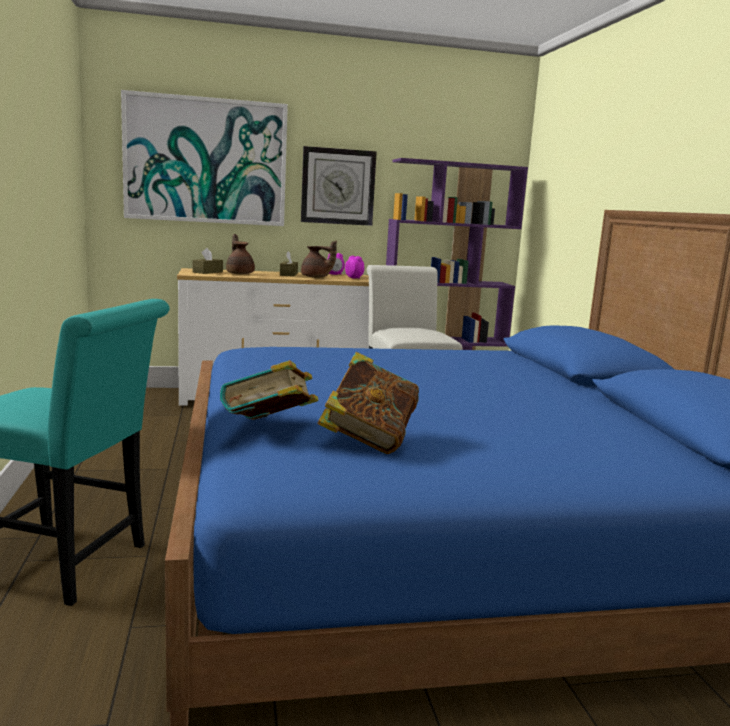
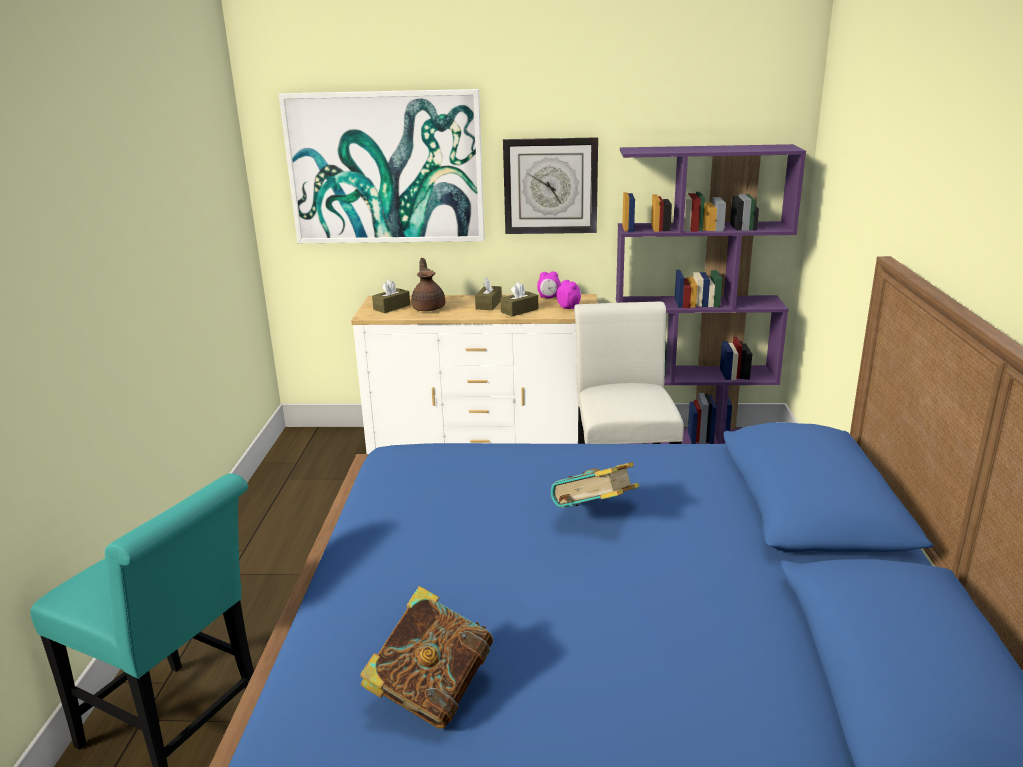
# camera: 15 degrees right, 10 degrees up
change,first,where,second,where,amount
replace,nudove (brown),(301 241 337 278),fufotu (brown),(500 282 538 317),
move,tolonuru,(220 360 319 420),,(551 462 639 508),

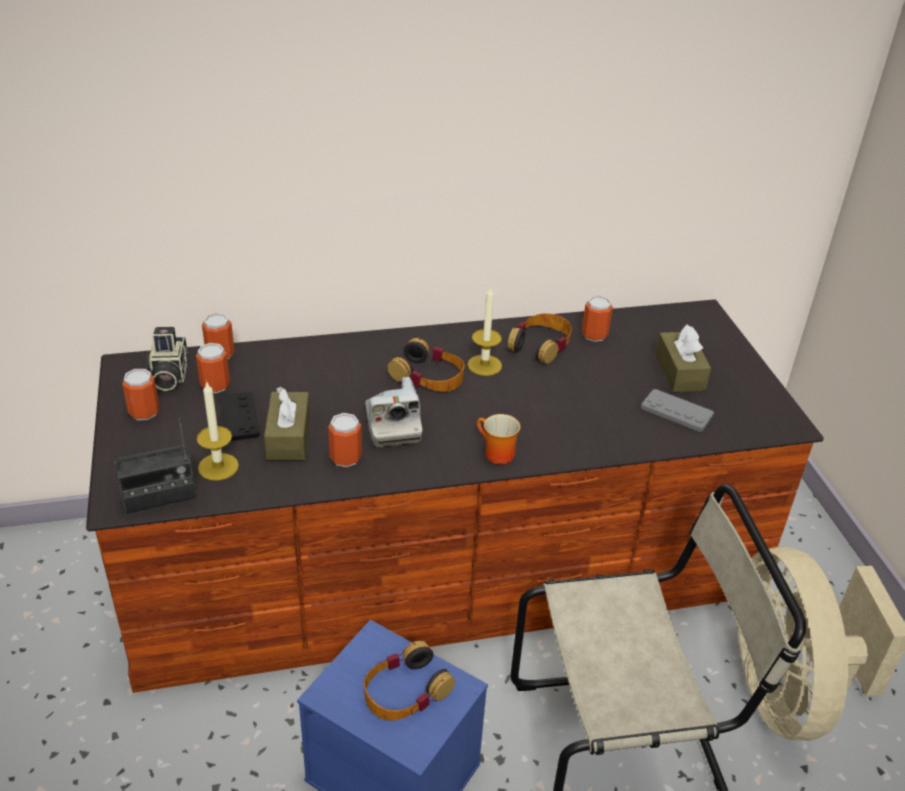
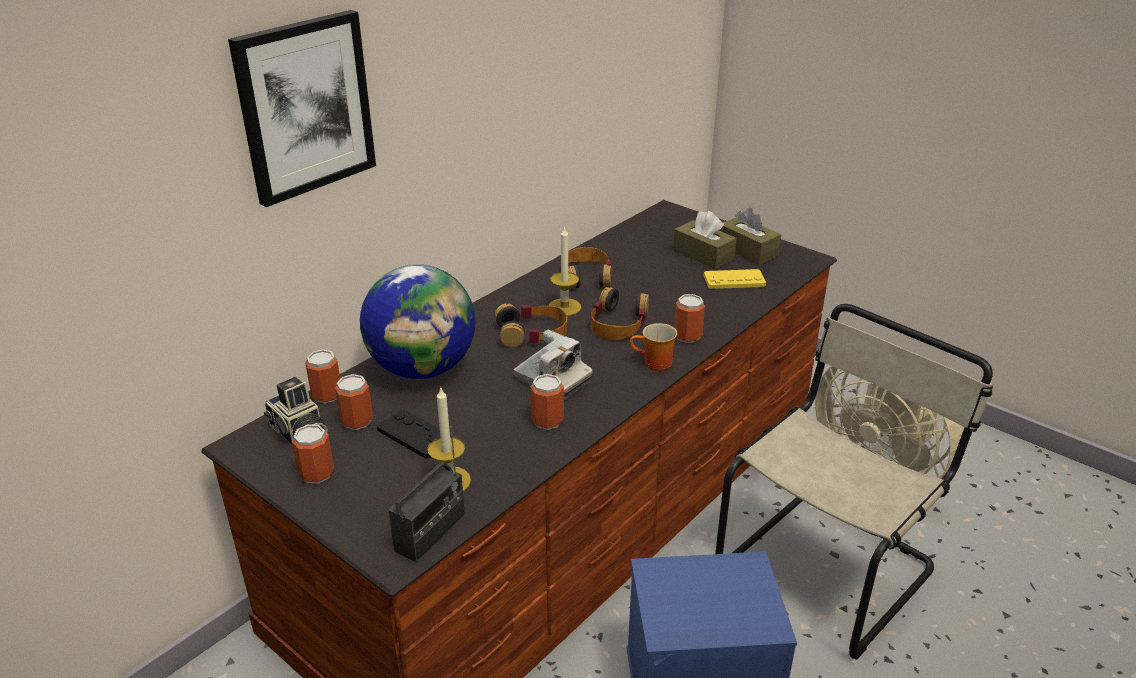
# camera: 35 degrees left, 5 degrees down
change,first,where,second,where,amount
move,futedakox,(582 295 613 342),,(674 294 705 343),
move,fufotu (brown),(264 387 310 460),,(719 208 781 265),
recolor,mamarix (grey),(641 389 714 432),mamarix (yellow),(703 269 766 289),
move,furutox,(364 641 455 720),,(591 287 649 340),
insert,,,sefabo,(228 10 376 207),
insert,,,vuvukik,(360 265 476 379),

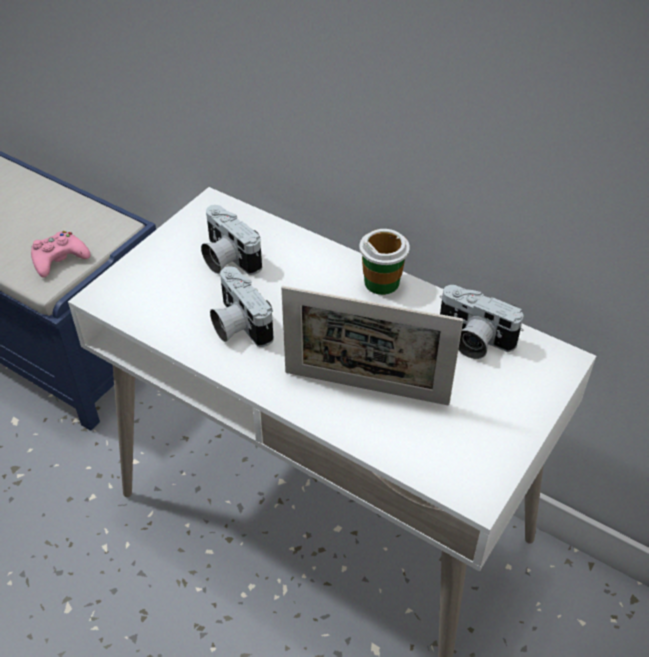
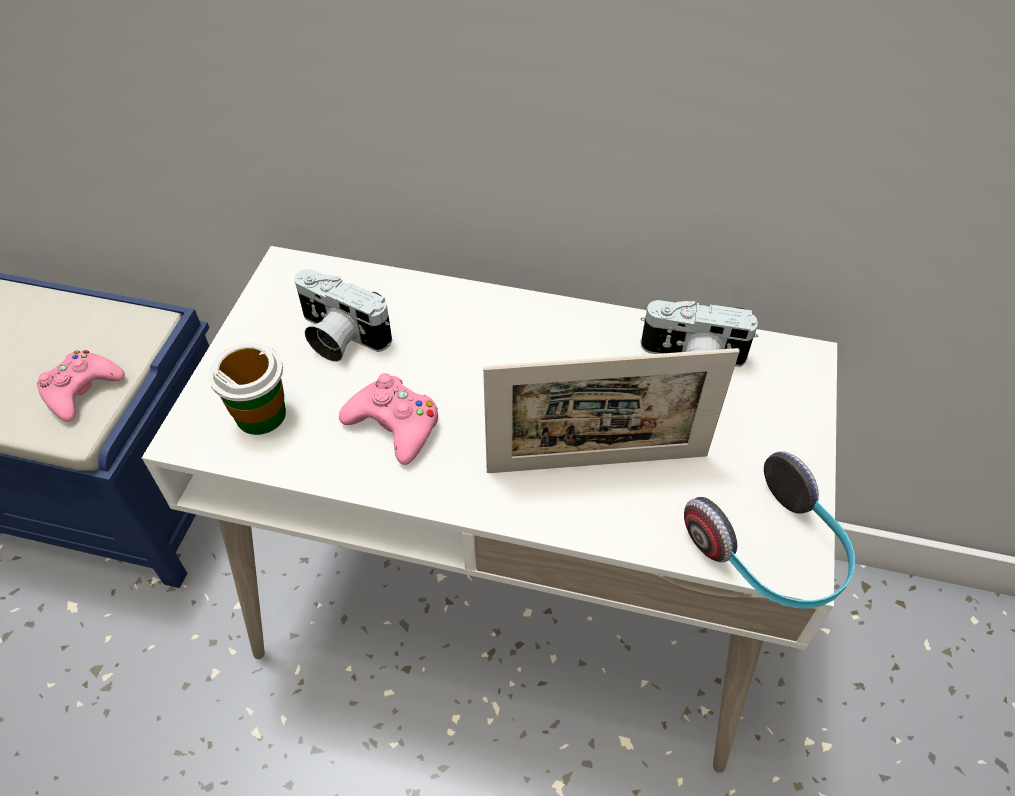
# camera: 20 degrees left, 5 degrees up
change,first,where,second,where,amount
move,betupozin,(359 229 410 295),,(208 343 286 435),
replace,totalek,(210 266 274 347),mamarix (pink),(339 373 438 465),
insert,,,furutox,(684 451 855 609),

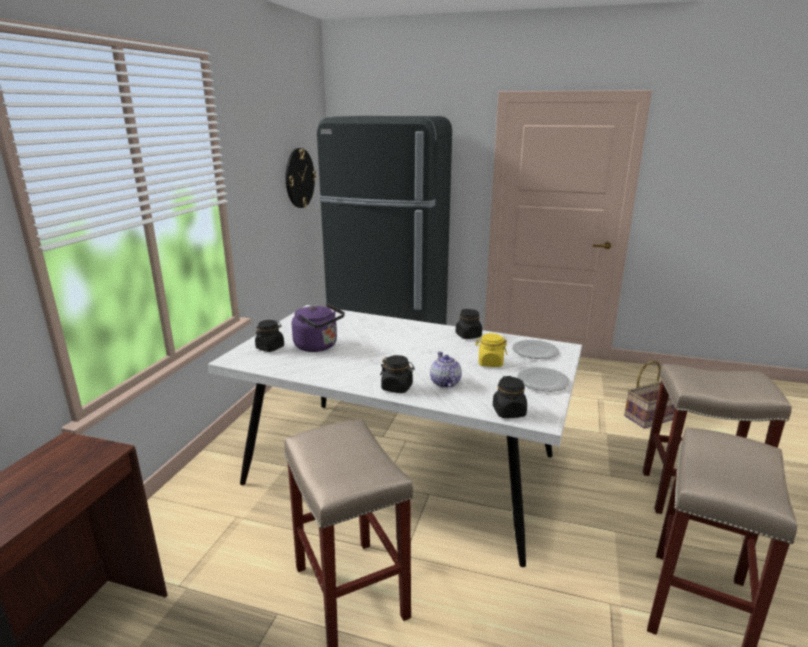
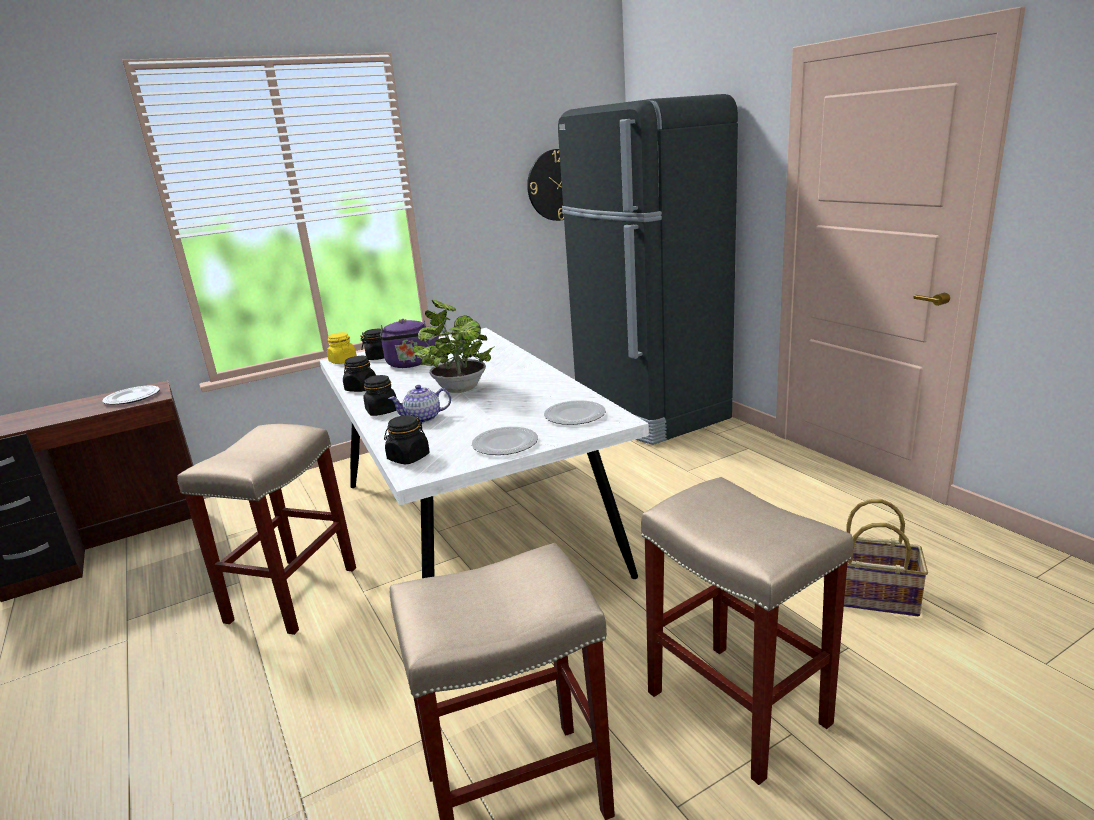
# camera: 45 degrees right, 0 degrees up
change,first,where,second,where,amount
move,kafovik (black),(456 309 482 339),,(343 356 376 392),
move,kafovik (yellow),(475 333 507 367),,(327 332 357 364),
rotate,nudove,(430 352 462 388),,(388 385 451 423),135 degrees counterclockwise
insert,,,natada,(412 300 495 393),
insert,,,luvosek,(102 385 160 405),

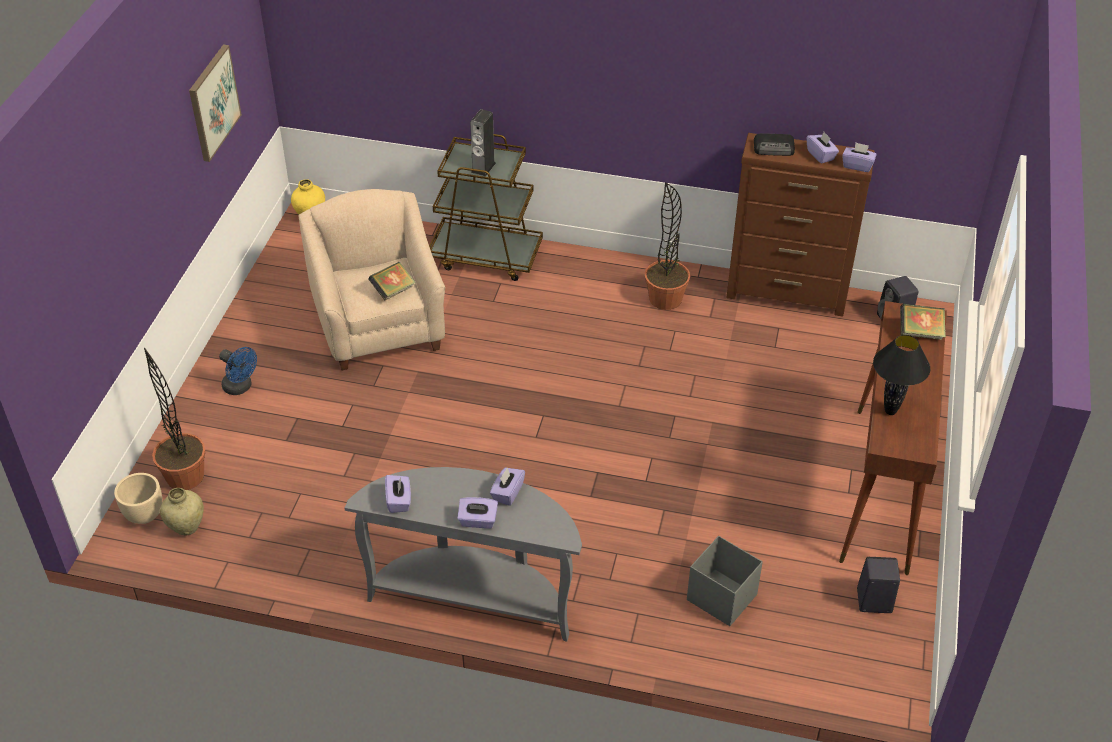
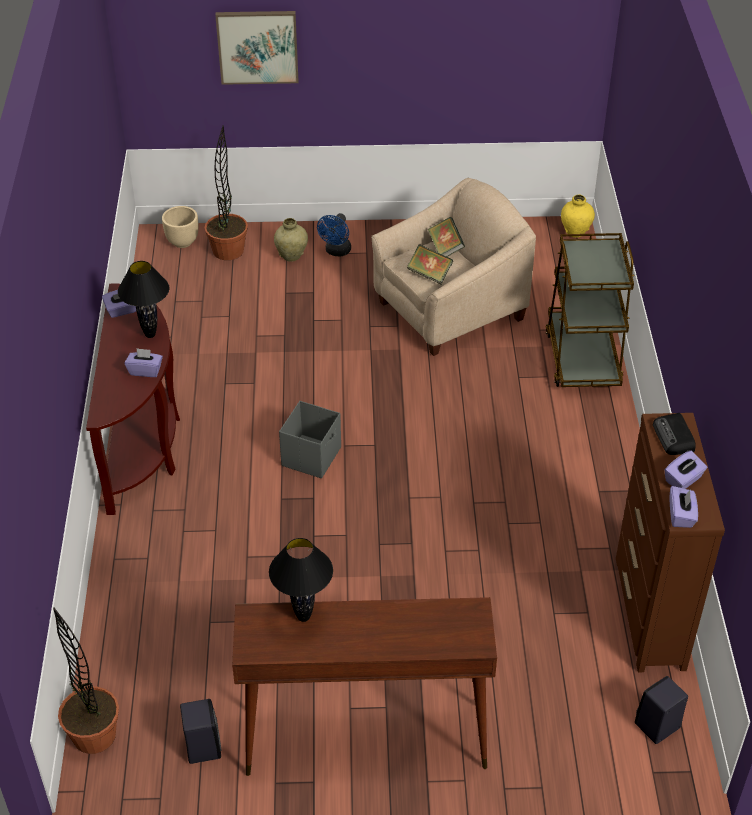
# camera: 75 degrees right, 0 degrees up
change,first,where,second,where,amount
move,sefabo,(189 44 242 162),,(215 11 298 85),
delete,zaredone,(470 109 496 177),,,
move,natada,(645 182 690 310),,(53 608 119 754),
move,tolonuru,(900 304 946 340),,(428 217 465 257),
recolor,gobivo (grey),(344 467 582 642),gobivo (brown),(86 283 180 515),
move,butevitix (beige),(160 488 204 536),,(274 218 308 262),
delete,fufotu (purple),(457 497 498 529),,,
move,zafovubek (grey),(687 536 763 626),,(279 401 341 479),
insert,,,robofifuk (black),(118 261 169 338),

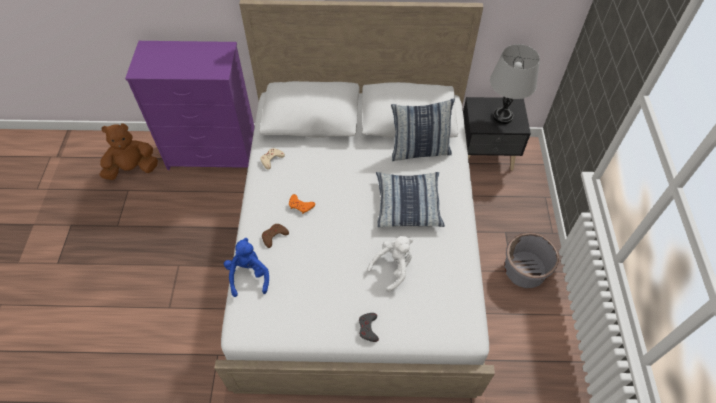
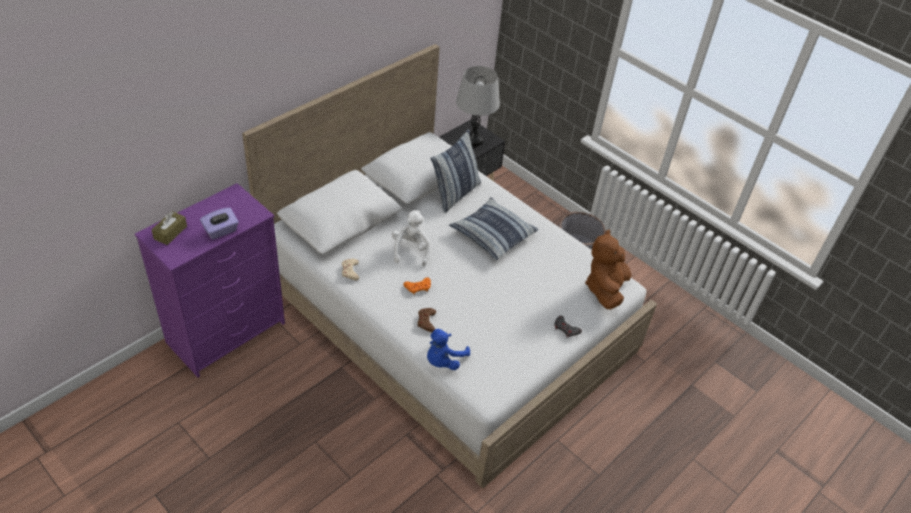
# camera: 50 degrees left, 10 degrees down
change,first,where,second,where,amount
move,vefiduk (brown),(99 123 158 180),,(585 229 631 309),
move,vefiduk (white),(367 236 413 292),,(392 210 431 266),
rotate,vefiduk (blue),(224 238 269 297),,(427 329 470 370),90 degrees counterclockwise
insert,,,fufotu (purple),(200 208 239 239),
insert,,,fufotu (brown),(151 211 187 245),

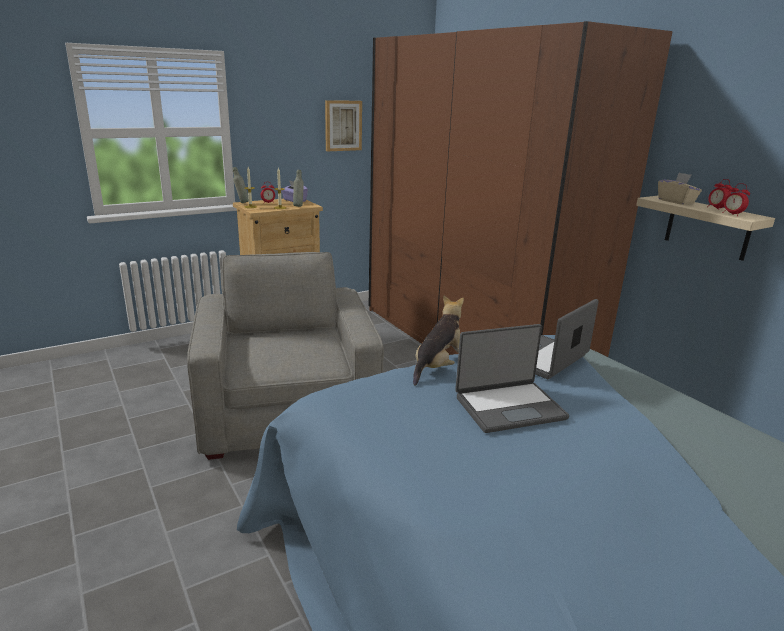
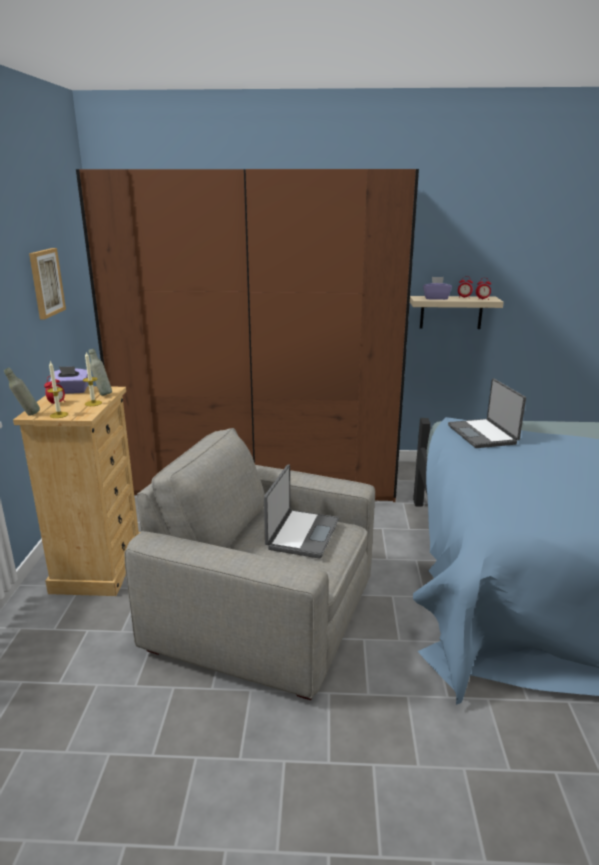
# camera: 55 degrees left, 0 degrees up
change,first,where,second,where,amount
recolor,fufotu (beige),(658 173 702 205),fufotu (purple),(423 277 452 300),
delete,vefiduk,(413 295 464 386),,,
move,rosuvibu,(455 324 569 433),,(264 465 339 558),

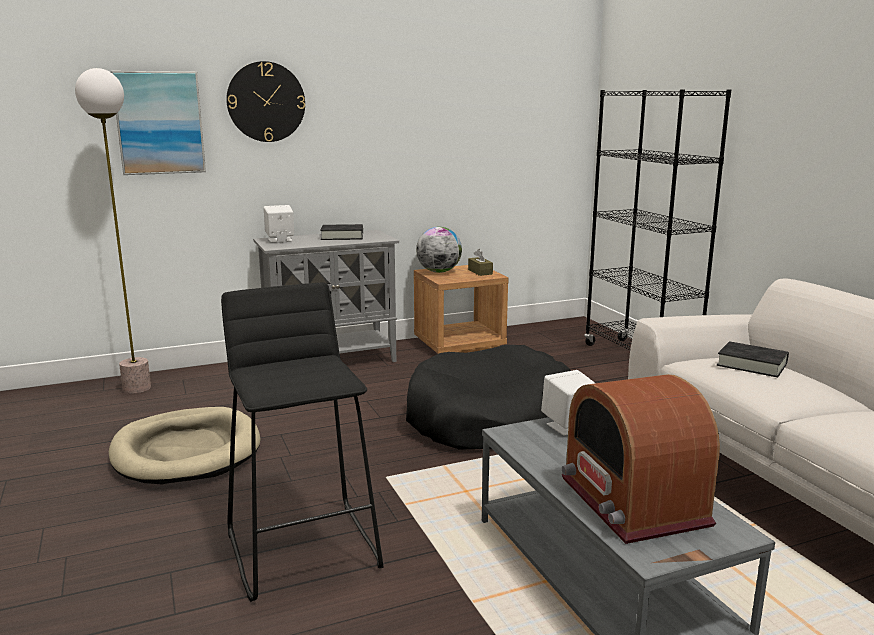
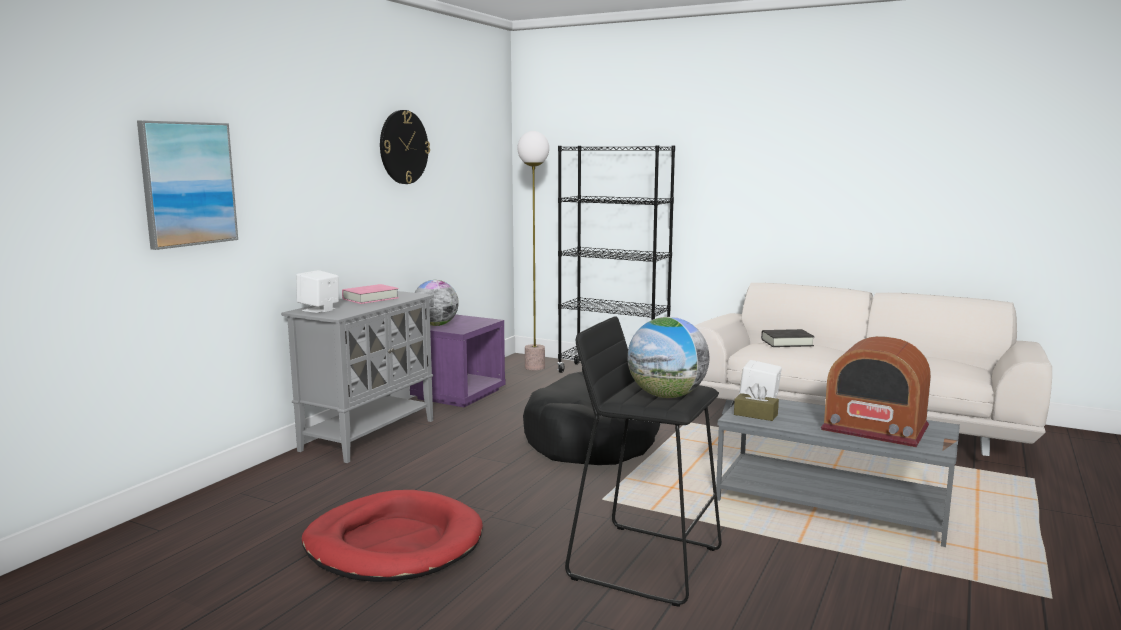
# camera: 40 degrees left, 5 degrees down
change,first,where,second,where,amount
move,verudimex,(226 61 305 142),,(380 110 430 184),
move,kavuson,(75 68 151 394),,(517 131 549 370),
recolor,tolonuru (black),(320 224 363 240),tolonuru (pink),(342 284 399 304),
move,fufotu (brown),(468 249 493 276),,(734 383 779 421),
recolor,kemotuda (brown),(414 265 509 354),kemotuda (purple),(410 314 505 407),
recolor,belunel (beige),(109 407 261 484),belunel (red),(302 490 483 582),
insert,,,vuvukik,(627 317 709 398),

